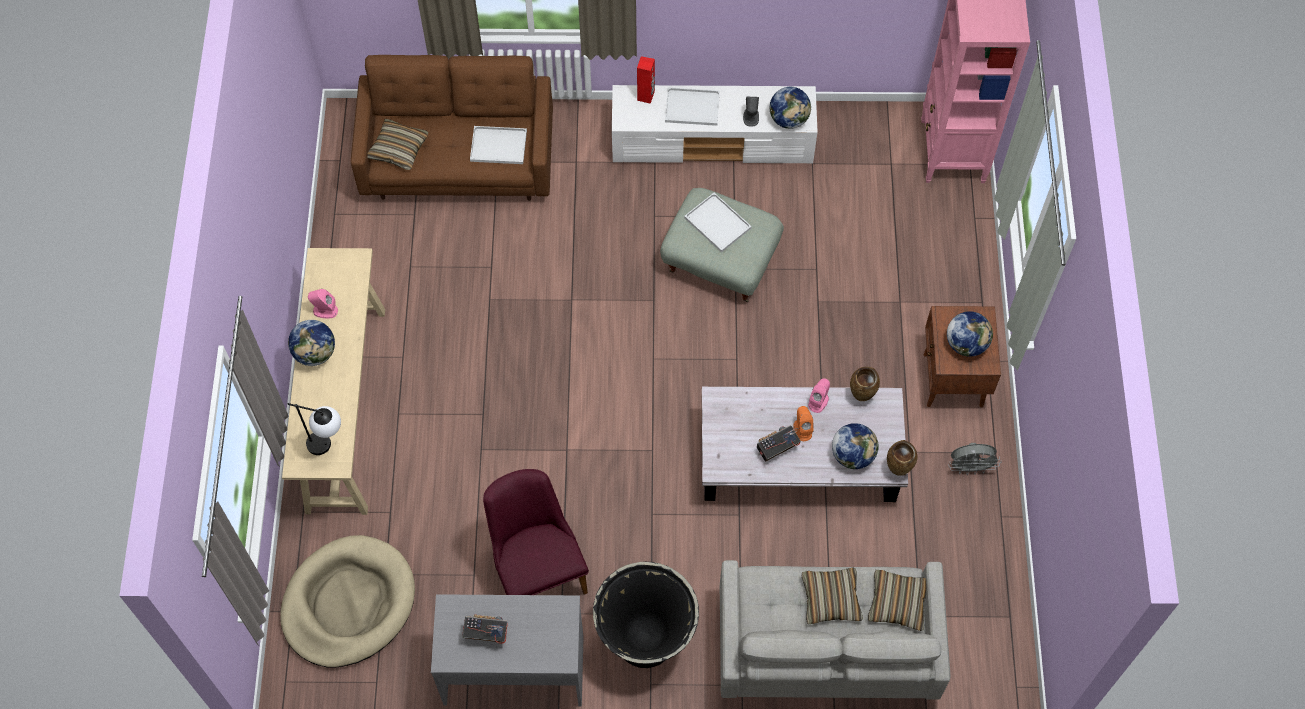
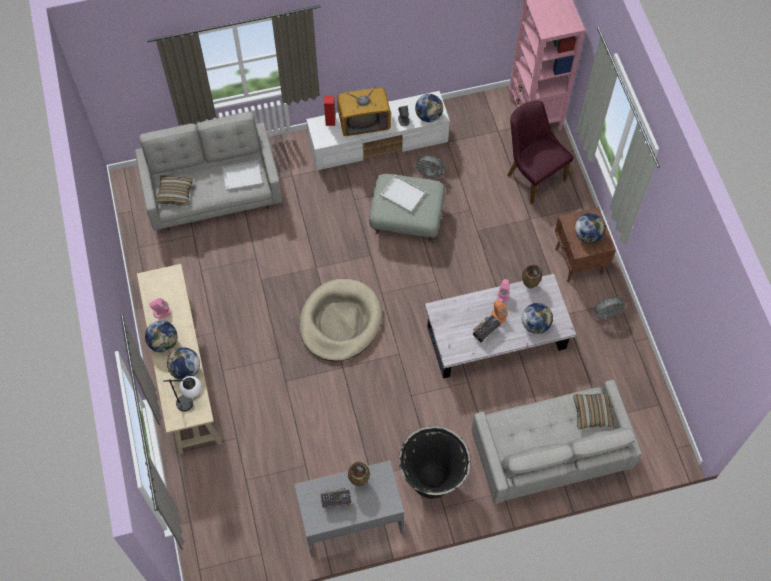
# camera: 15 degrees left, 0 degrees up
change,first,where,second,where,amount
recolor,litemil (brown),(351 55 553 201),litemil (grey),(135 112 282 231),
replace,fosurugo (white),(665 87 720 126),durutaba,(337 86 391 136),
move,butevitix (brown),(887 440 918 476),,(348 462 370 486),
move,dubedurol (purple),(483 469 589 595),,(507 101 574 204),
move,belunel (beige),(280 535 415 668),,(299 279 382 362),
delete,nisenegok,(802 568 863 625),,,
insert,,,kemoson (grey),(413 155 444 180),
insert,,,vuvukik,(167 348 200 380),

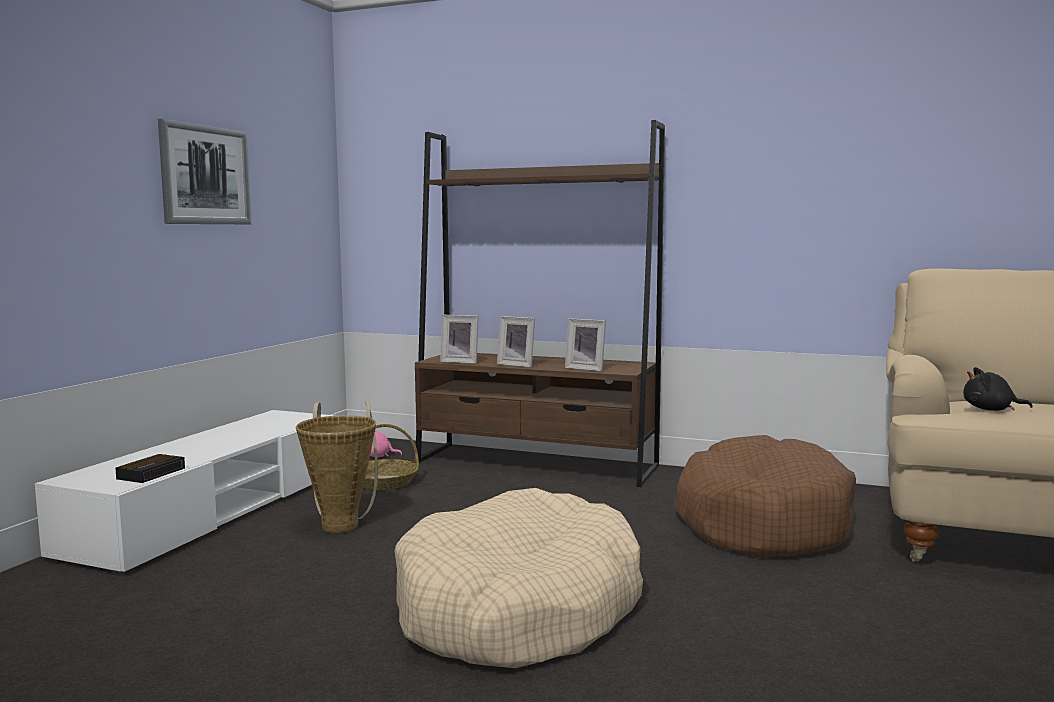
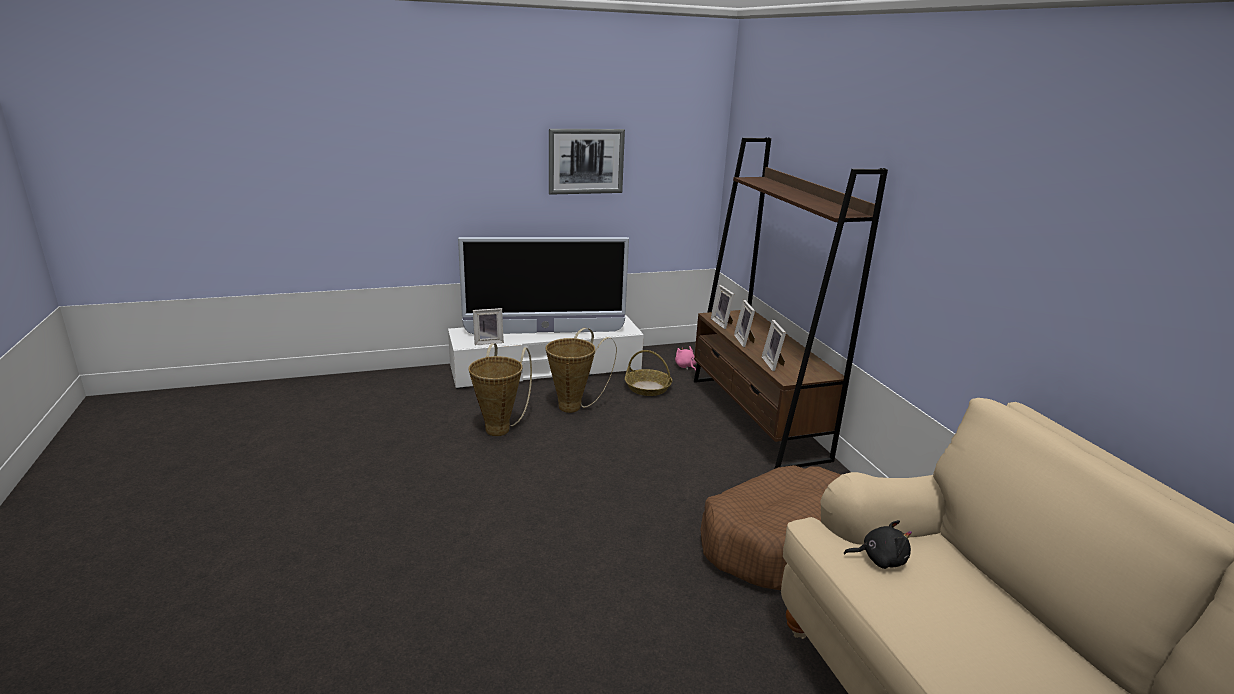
# camera: 50 degrees right, 15 degrees up
change,first,where,second,where,amount
rotate,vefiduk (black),(963 367 1033 411),,(844 520 912 569),120 degrees clockwise
replace,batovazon,(116 454 185 483),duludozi,(473 308 504 345),
delete,belunel (beige),(395 488 643 668),,,
insert,,,durutaba,(458 237 629 334),
insert,,,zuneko,(469 344 532 436),

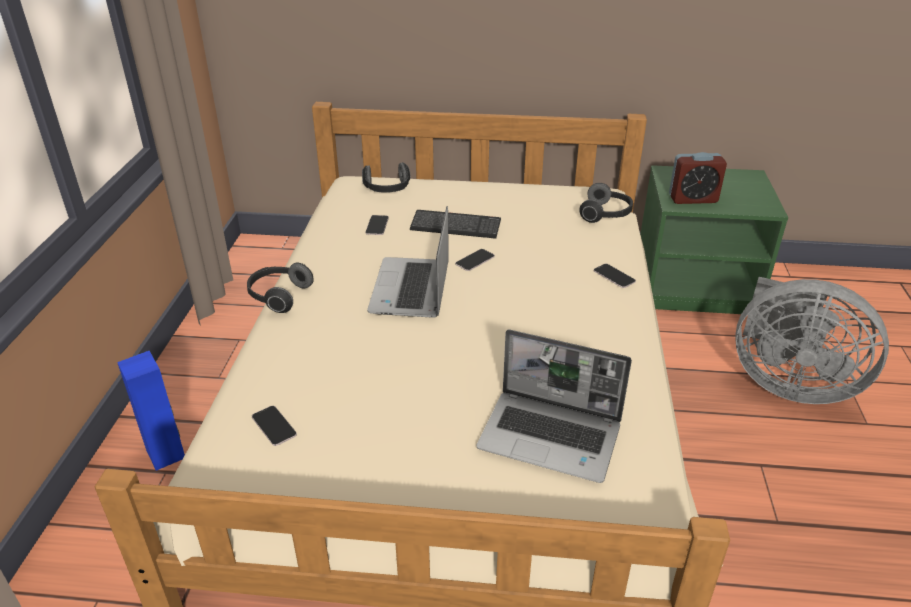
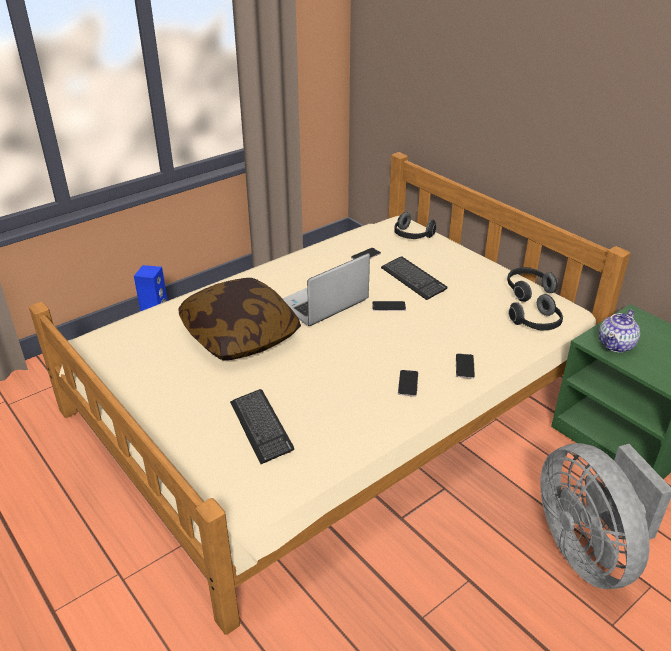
# camera: 45 degrees right, 0 degrees up
change,first,where,second,where,amount
replace,batovazon,(669 152 727 204),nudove,(599 310 640 353),
move,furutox,(247 262 314 313),,(507 267 558 302),
replace,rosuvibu,(477 330 632 483),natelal,(230 389 294 464),
move,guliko,(252 406 297 446),,(398 370 418 396),
insert,,,nisenegok,(178 278 301 361),

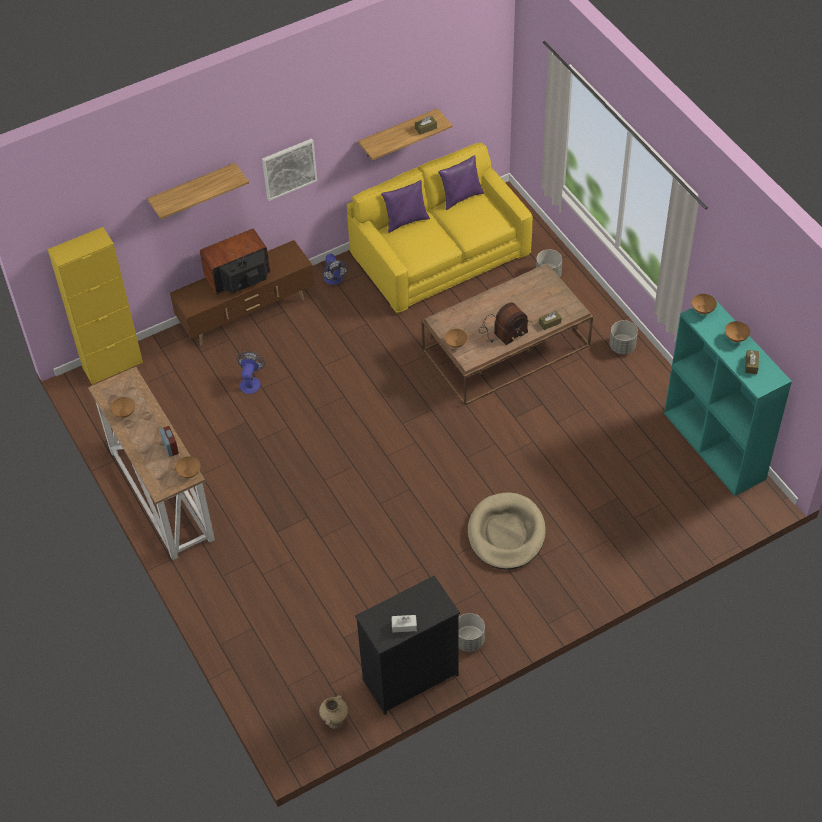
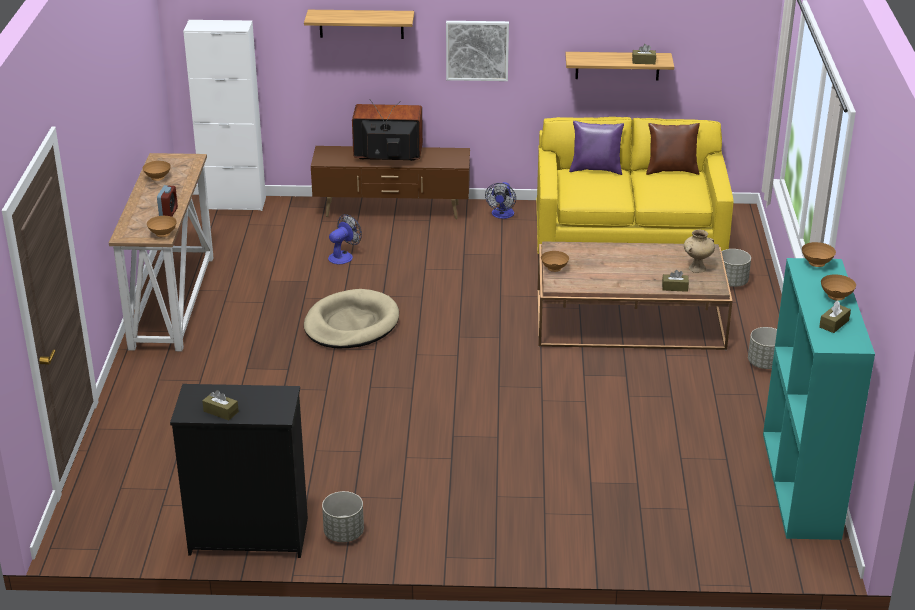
# camera: 30 degrees right, 20 degrees down
change,first,where,second,where,amount
recolor,nisenegok (purple),(438 155 484 210),nisenegok (brown),(646 123 700 175),
recolor,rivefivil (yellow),(48 227 143 385),rivefivil (white),(183 20 266 211),
delete,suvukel,(479 302 528 345),,,
move,belunel (beige),(468 493 546 570),,(304 289 399 348),
recolor,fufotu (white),(392 615 417 632),fufotu (brown),(202 390 239 420),
move,butevitix (beige),(319 695 348 729),,(684 229 715 273),

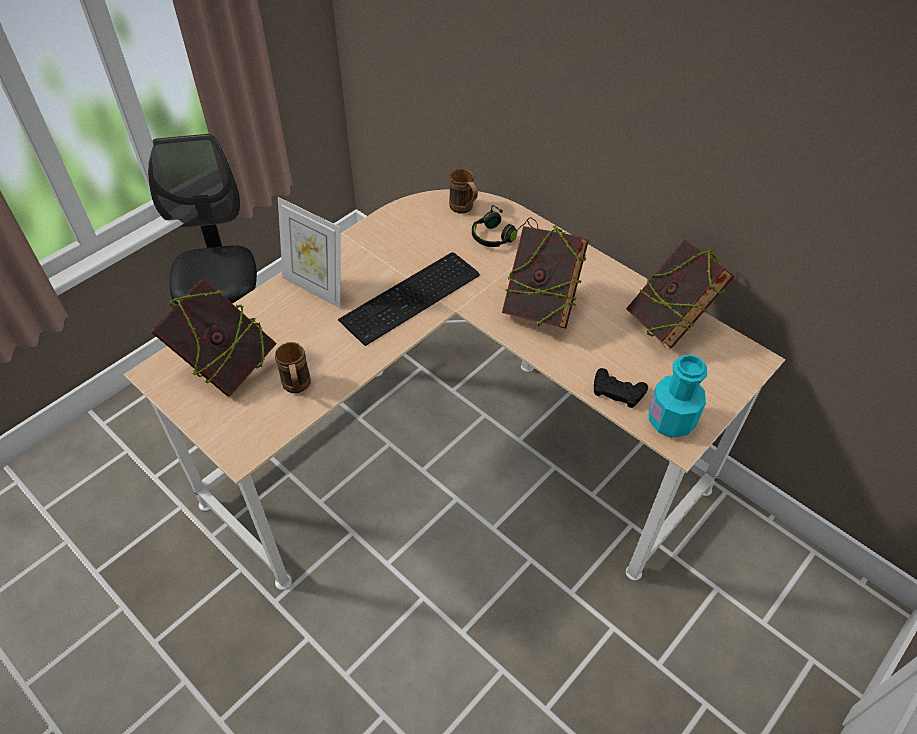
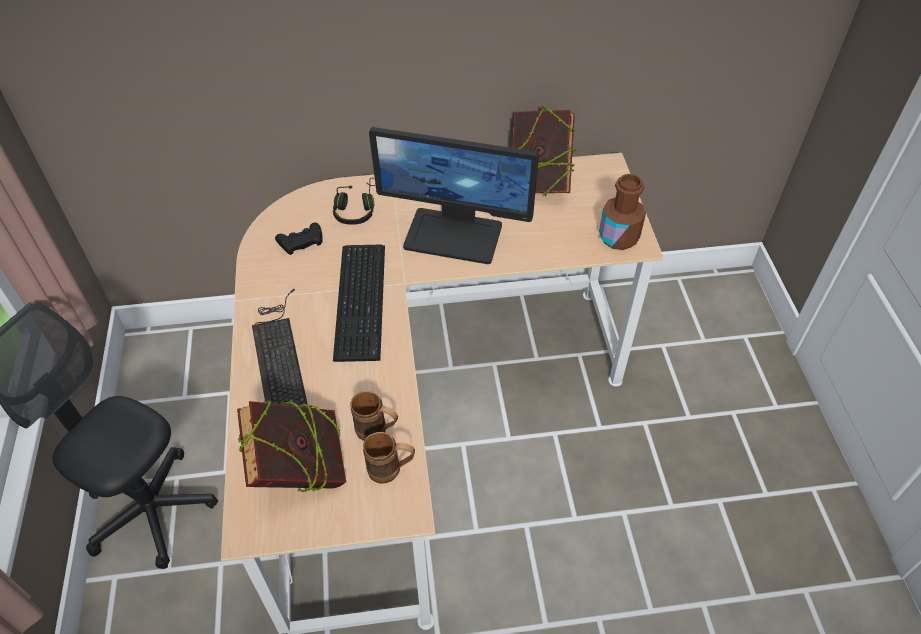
# camera: 50 degrees left, 0 degrees up
change,first,where,second,where,amount
move,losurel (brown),(449 168 478 214),,(363 432 415 484),
replace,duludozi,(278 197 341 308),natelal,(252 289 308 407),
replace,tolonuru,(502 226 589 329),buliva,(369 127 539 264),
recolor,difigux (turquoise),(649 354 707 438),difigux (brown),(599 174 646 250),
move,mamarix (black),(594 368 648 408),,(275 223 322 255),

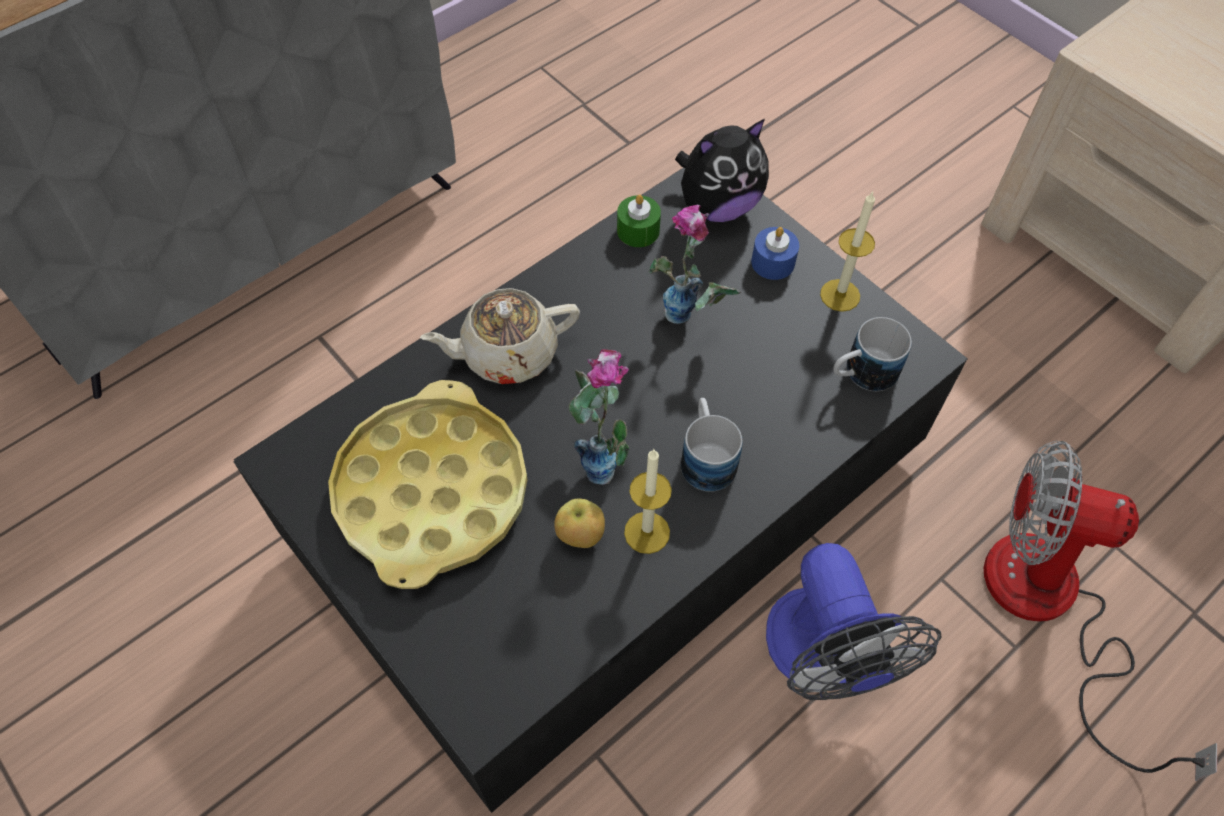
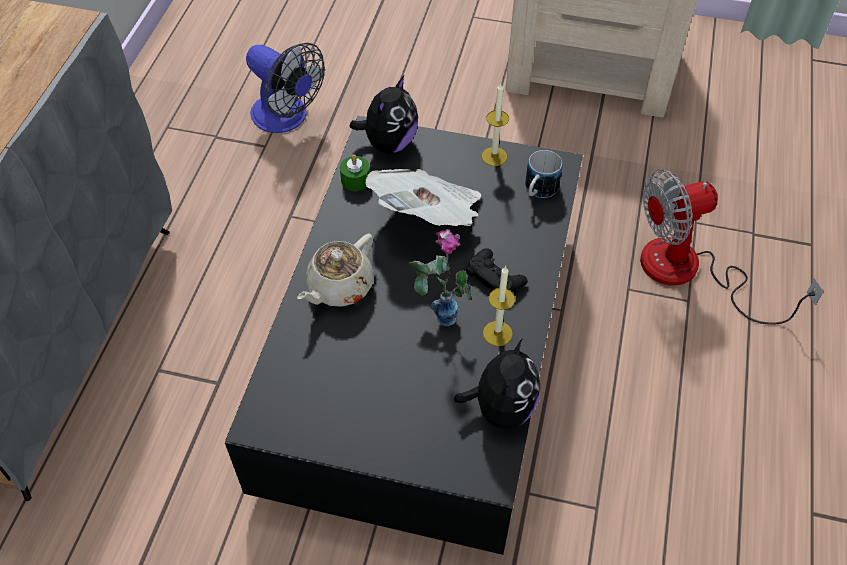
# camera: 35 degrees left, 5 degrees down
change,first,where,second,where,amount
replace,butevitix,(649 205 741 324),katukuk,(365 169 482 226),
delete,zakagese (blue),(751 227 799 280),,,
delete,fosurugo (yellow),(328 380 527 589),,,
replace,losurel,(681 398 743 492),mamarix (black),(466 248 528 292),
delete,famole,(554 499 605 548),,,
move,kemoson,(766 543 941 700),,(246 43 325 133),
insert,,,vefiduk,(454 338 540 429),

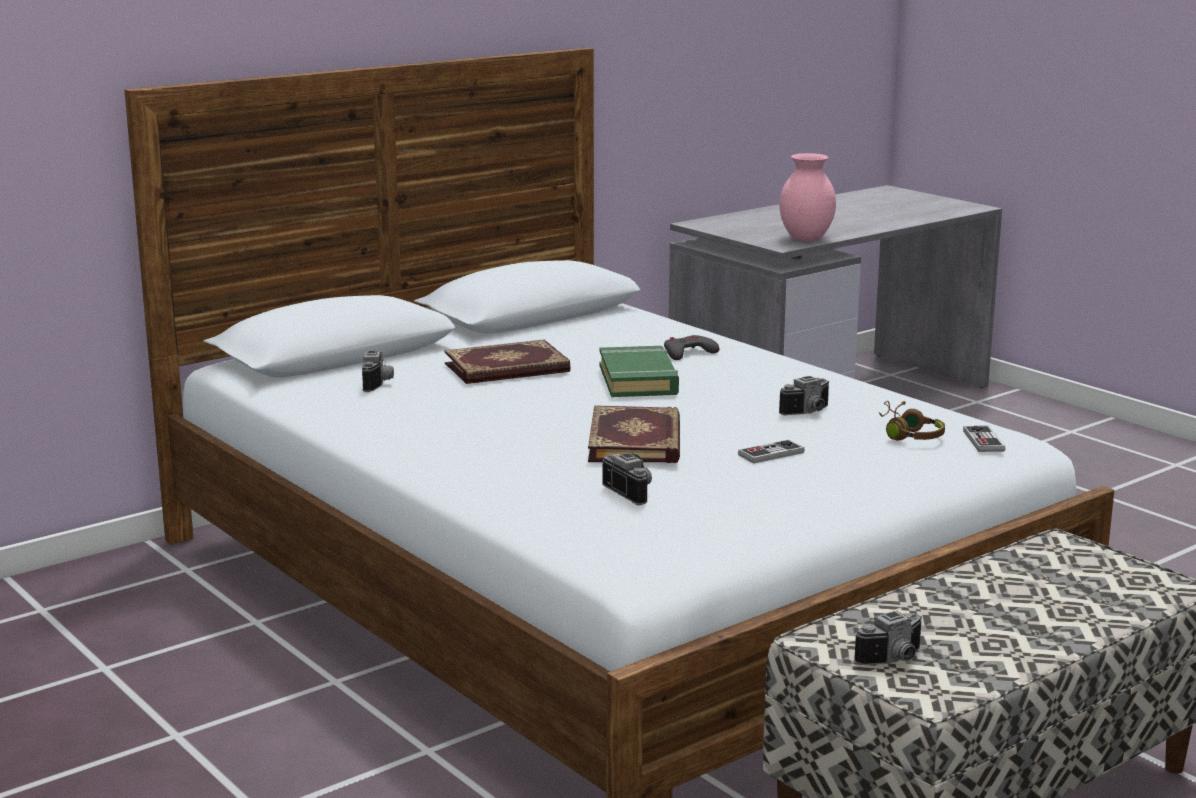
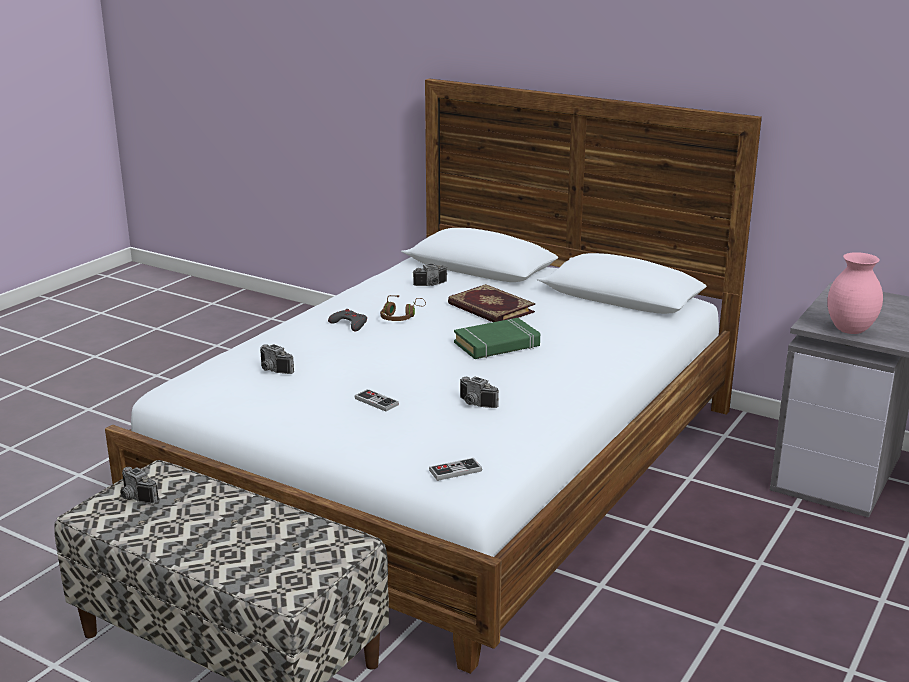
# camera: 70 degrees right, 5 degrees up
change,first,where,second,where,amount
move,mamarix (grey),(664 335 719 360),,(328 309 367 331),
move,furutox (brown),(879 401 945 441),,(380 295 426 321),
delete,tolonuru,(588 405 680 463),,,
rotate,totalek,(602 453 652 506),,(260 344 294 374),90 degrees clockwise

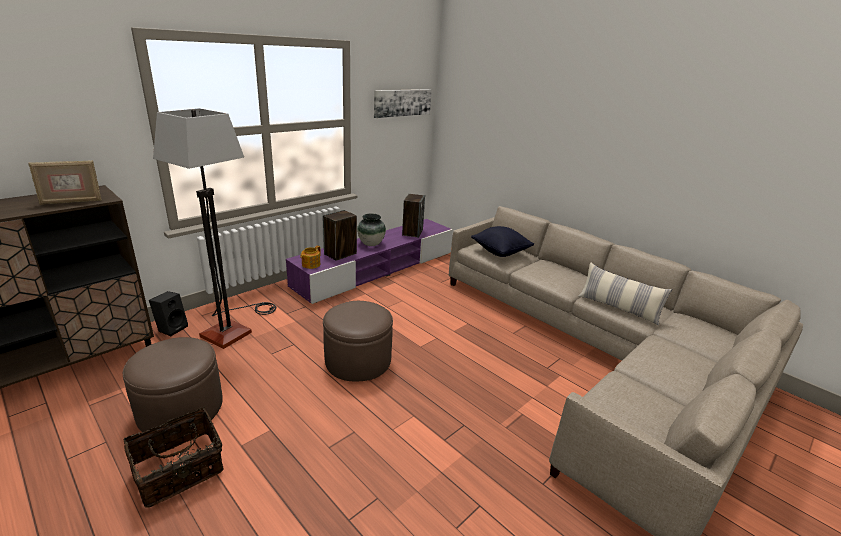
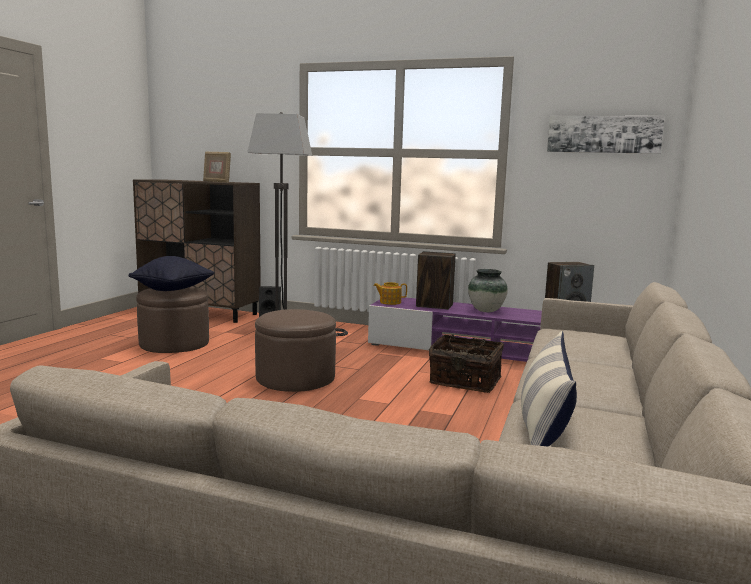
# camera: 65 degrees right, 15 degrees down
change,first,where,second,where,amount
move,nisenegok (black),(471 226 534 257),,(129 256 215 291),
move,zuneko,(124 407 223 508),,(429 335 504 393),

